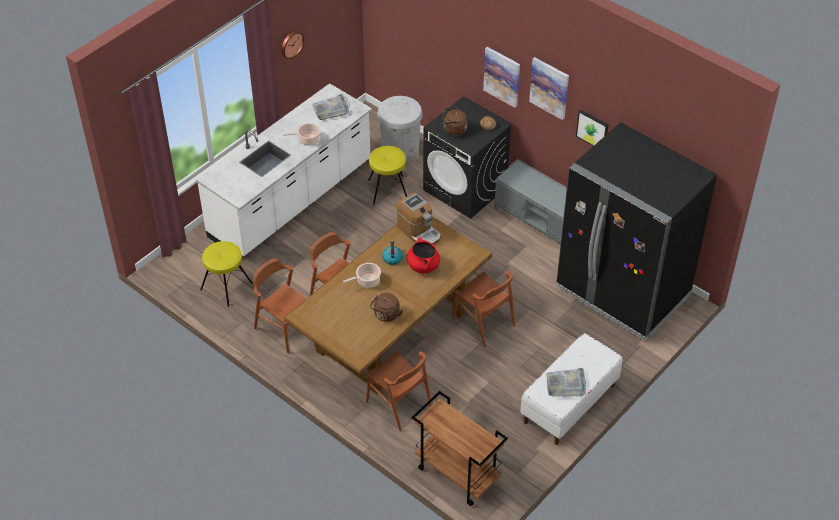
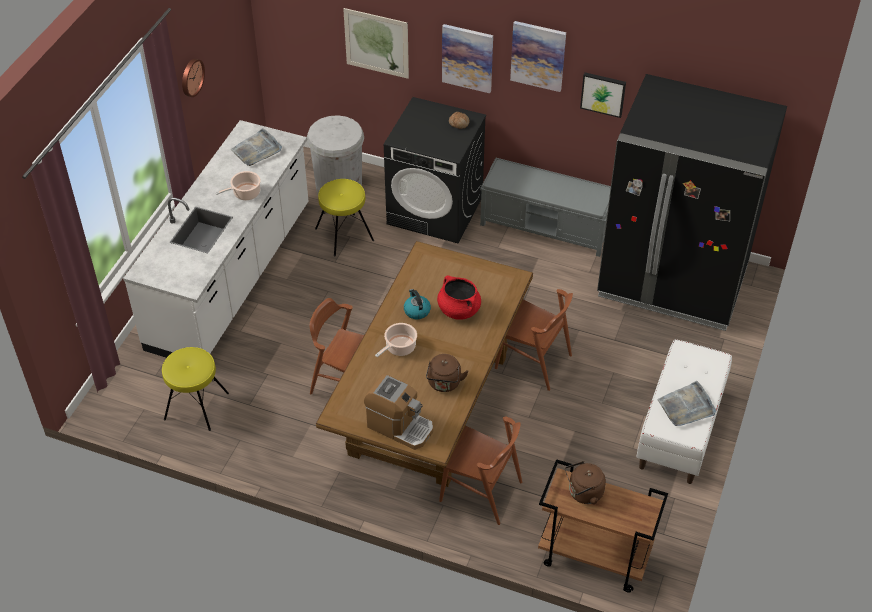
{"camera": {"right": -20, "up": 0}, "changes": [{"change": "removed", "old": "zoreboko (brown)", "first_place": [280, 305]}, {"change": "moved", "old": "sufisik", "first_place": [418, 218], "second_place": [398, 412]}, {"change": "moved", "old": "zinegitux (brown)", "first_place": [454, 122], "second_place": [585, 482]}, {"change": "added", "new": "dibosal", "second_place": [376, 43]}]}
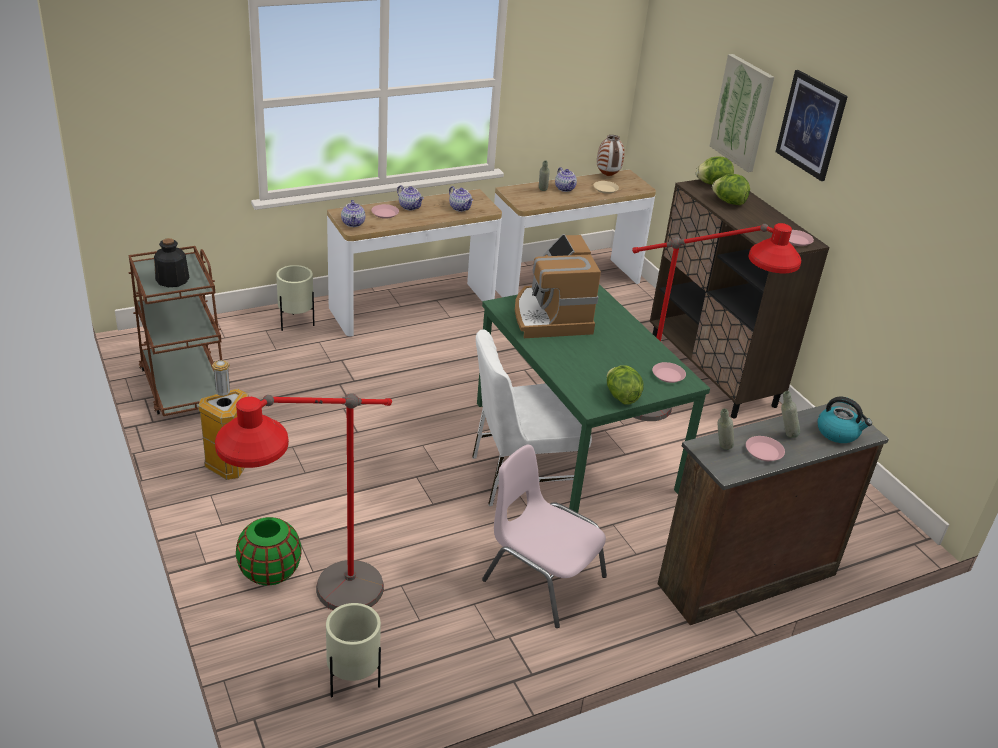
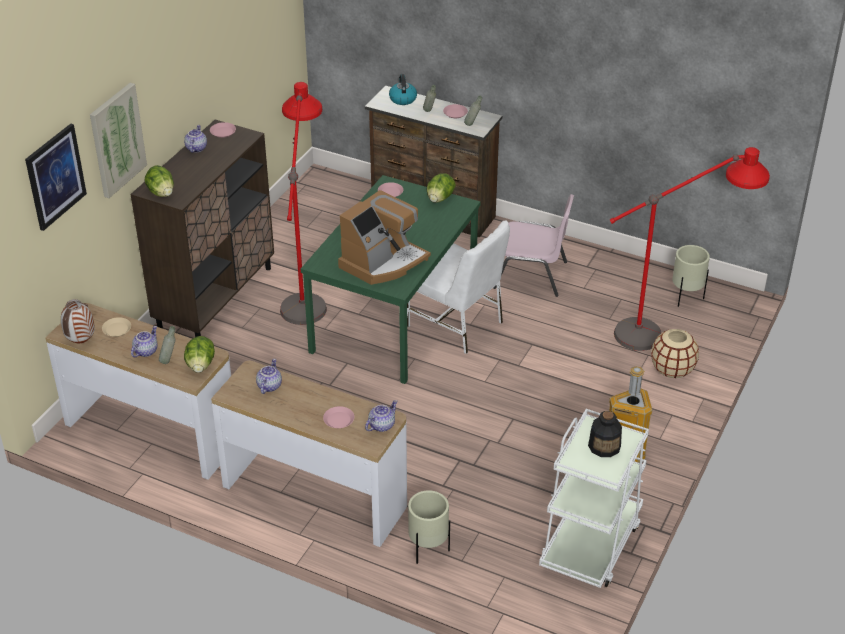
{"camera": {"right": -125, "up": 5}, "changes": [{"change": "recoloured", "old": "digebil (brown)", "new": "digebil (white)", "first_place": [175, 331], "second_place": [594, 498]}, {"change": "recoloured", "old": "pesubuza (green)", "new": "pesubuza (beige)", "first_place": [269, 551], "second_place": [675, 353]}, {"change": "moved", "old": "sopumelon", "first_place": [410, 198], "second_place": [195, 139]}, {"change": "turned", "old": "zoreboko (pink)", "first_place": [544, 536], "second_place": [533, 245], "degrees": -75}, {"change": "moved", "old": "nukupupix", "first_place": [731, 189], "second_place": [199, 354]}, {"change": "moved", "old": "dibosal", "first_place": [811, 125], "second_place": [56, 177]}]}
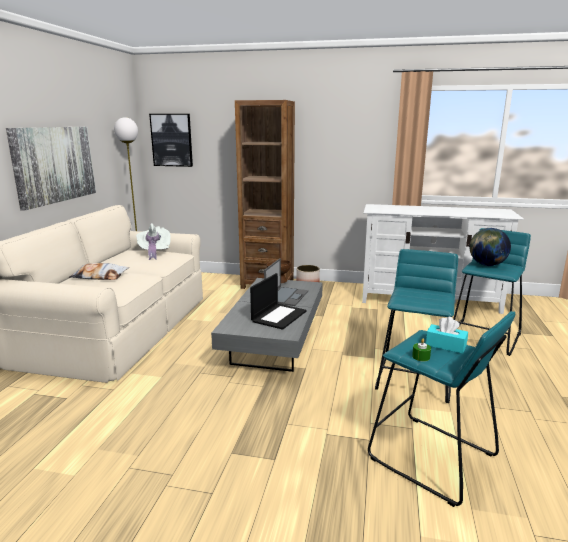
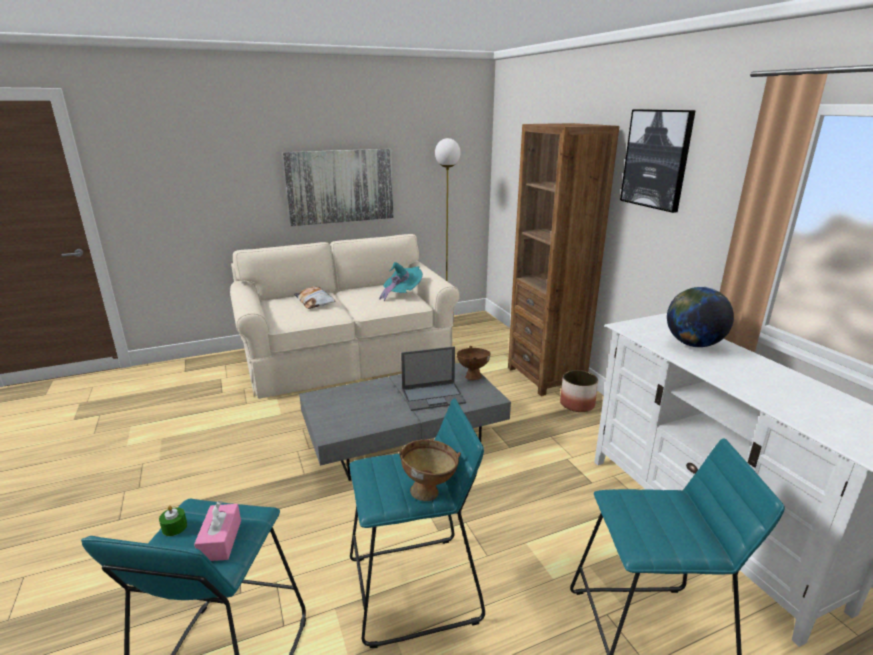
{"camera": {"right": 55, "up": 5}, "changes": [{"change": "recoloured", "old": "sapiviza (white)", "new": "sapiviza (turquoise)", "first_place": [153, 241], "second_place": [401, 282]}, {"change": "moved", "old": "dibosal", "first_place": [171, 140], "second_place": [658, 161]}, {"change": "removed", "old": "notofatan", "first_place": [278, 301]}, {"change": "recoloured", "old": "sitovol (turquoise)", "new": "sitovol (pink)", "first_place": [447, 335], "second_place": [217, 531]}, {"change": "moved", "old": "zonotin", "first_place": [490, 247], "second_place": [700, 317]}, {"change": "added", "new": "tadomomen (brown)", "second_place": [430, 470]}]}
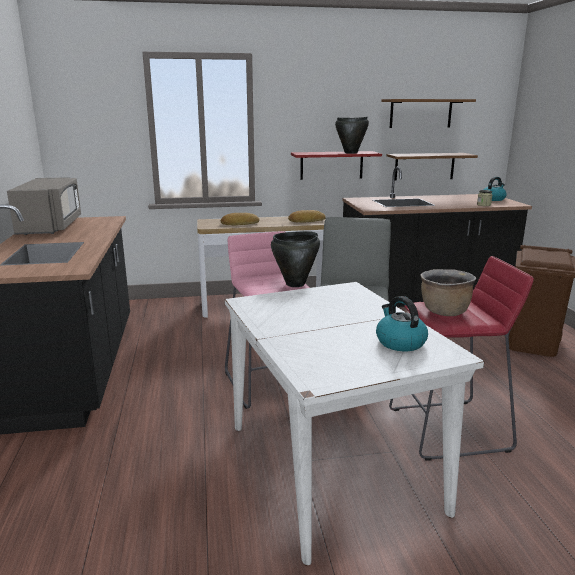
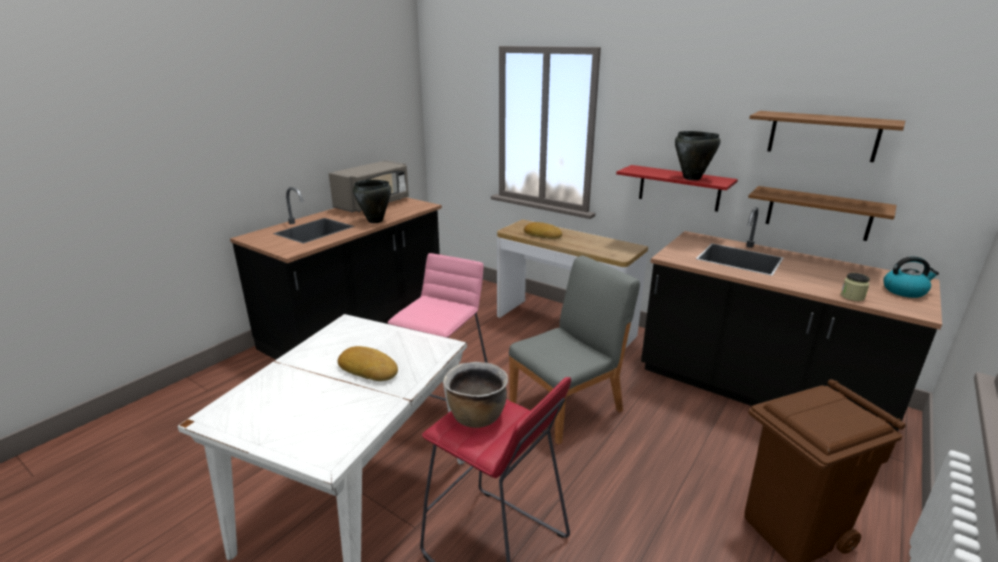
{"camera": {"right": 45, "up": 5}, "changes": [{"change": "moved", "old": "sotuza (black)", "first_place": [295, 259], "second_place": [372, 201]}, {"change": "moved", "old": "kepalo", "first_place": [307, 216], "second_place": [368, 363]}, {"change": "removed", "old": "zinegitux", "first_place": [402, 323]}]}
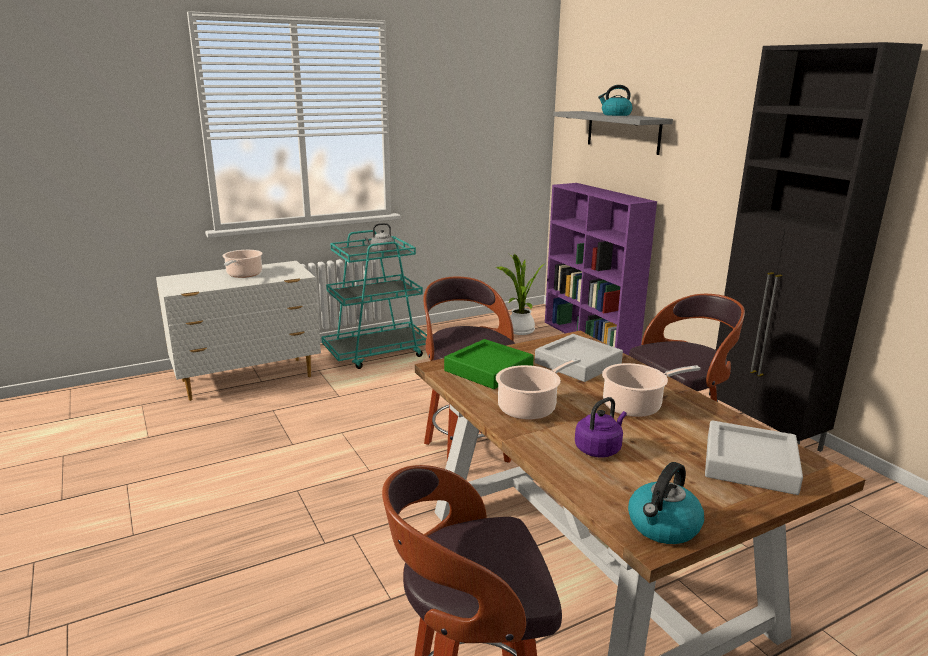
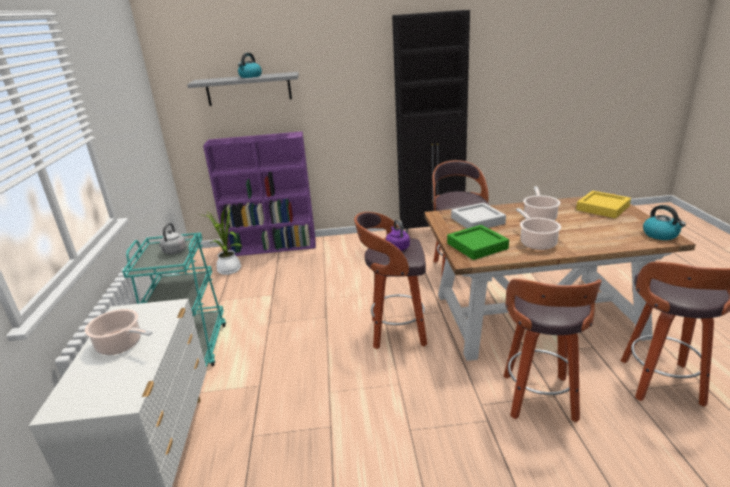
{"camera": {"right": -65, "up": 5}, "changes": [{"change": "moved", "old": "zinegitux (purple)", "first_place": [601, 427], "second_place": [398, 235]}, {"change": "recoloured", "old": "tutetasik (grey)", "new": "tutetasik (yellow)", "first_place": [754, 457], "second_place": [603, 204]}, {"change": "added", "new": "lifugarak", "second_place": [552, 350]}]}
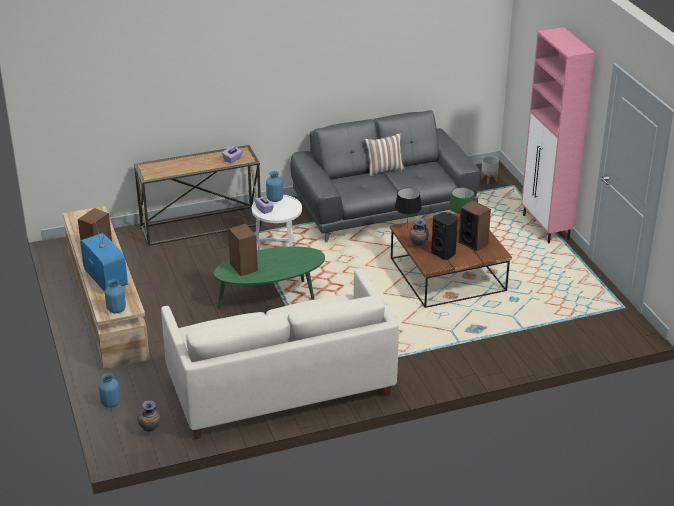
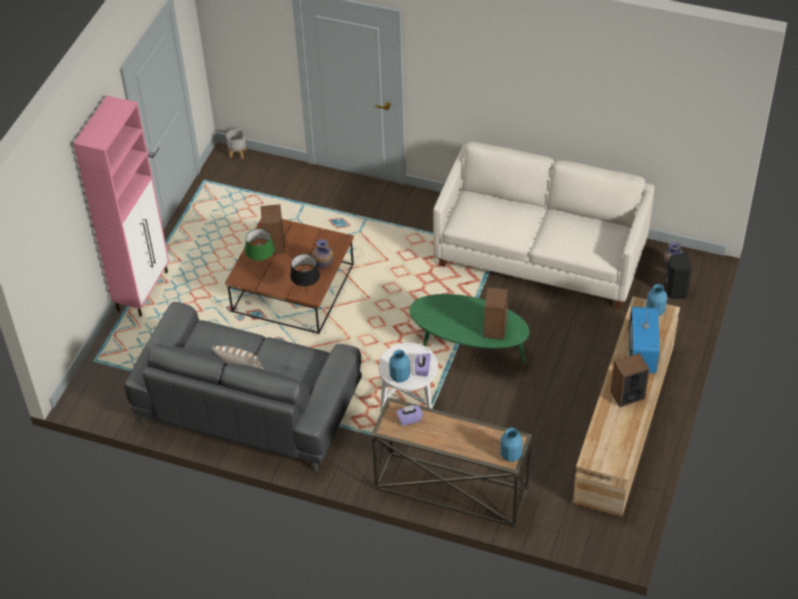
{"camera": {"right": -140, "up": 15}, "changes": [{"change": "moved", "old": "pesubuza (blue)", "first_place": [109, 390], "second_place": [511, 445]}, {"change": "moved", "old": "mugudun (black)", "first_place": [444, 236], "second_place": [678, 276]}, {"change": "moved", "old": "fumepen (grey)", "first_place": [490, 170], "second_place": [236, 144]}]}
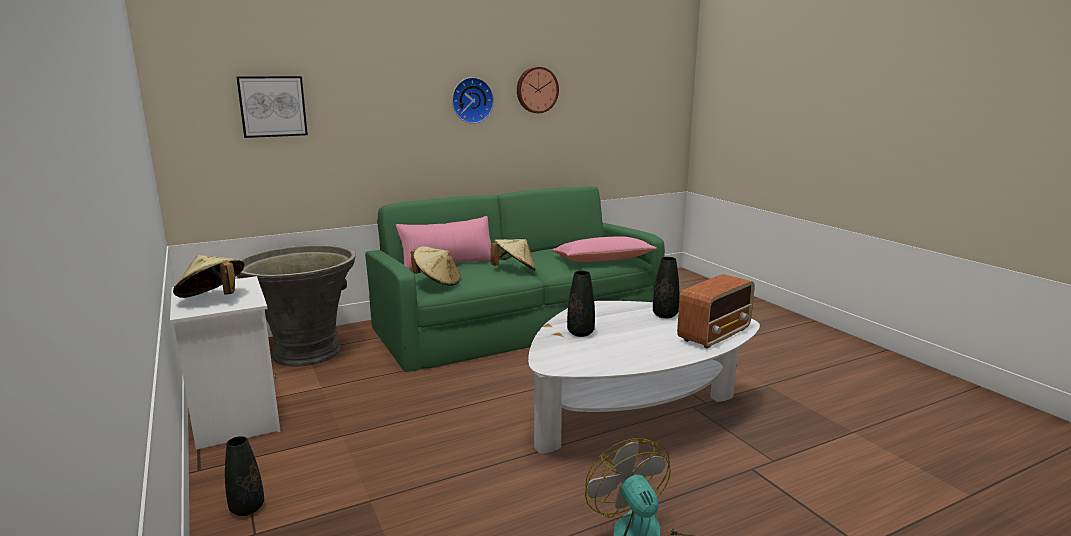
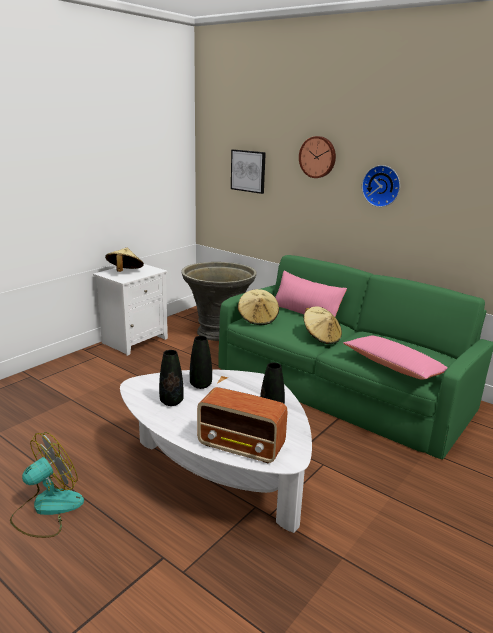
{"camera": {"right": 65, "up": 5}, "changes": [{"change": "moved", "old": "pesubuza (black)", "first_place": [244, 476], "second_place": [171, 378]}, {"change": "moved", "old": "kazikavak", "first_place": [538, 90], "second_place": [317, 157]}]}
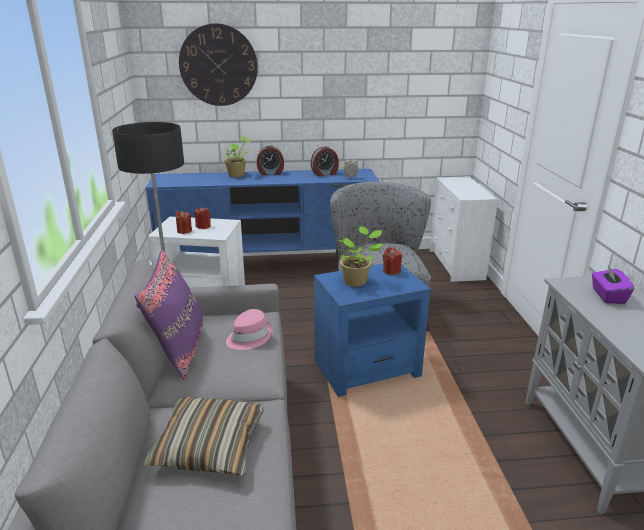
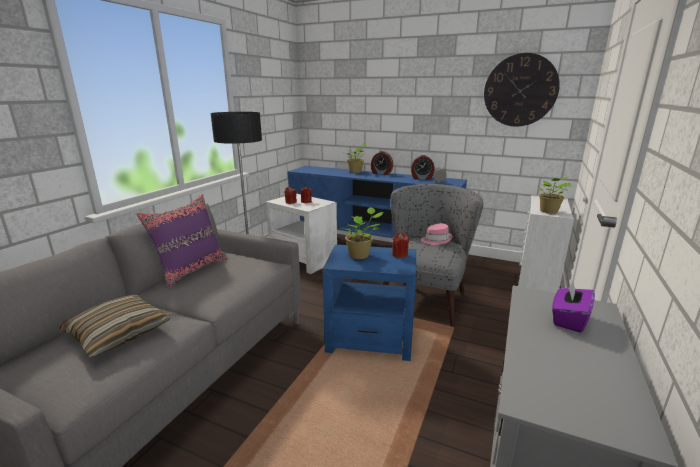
{"camera": {"right": 30, "up": -5}, "changes": [{"change": "moved", "old": "kazikavak", "first_place": [218, 64], "second_place": [522, 90]}, {"change": "moved", "old": "sapiviza (pink)", "first_place": [249, 329], "second_place": [436, 234]}, {"change": "added", "new": "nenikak", "second_place": [554, 195]}]}
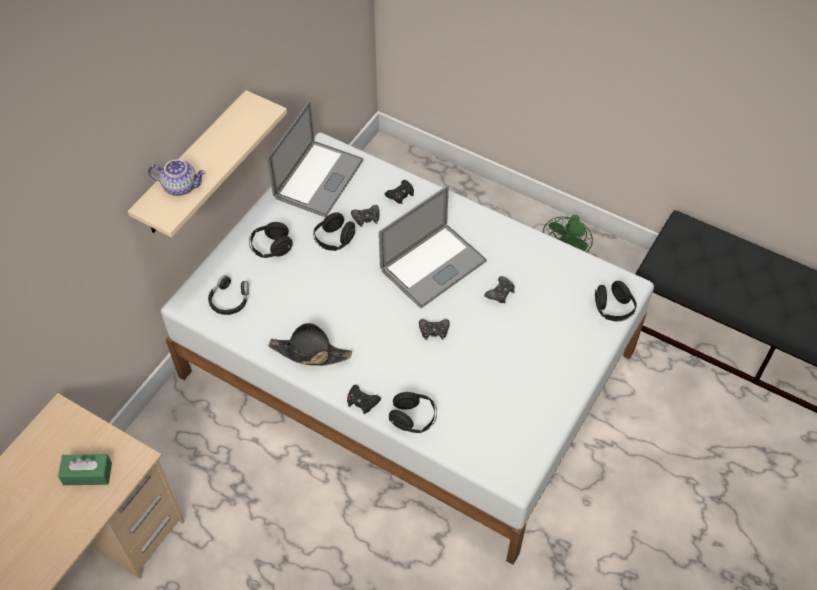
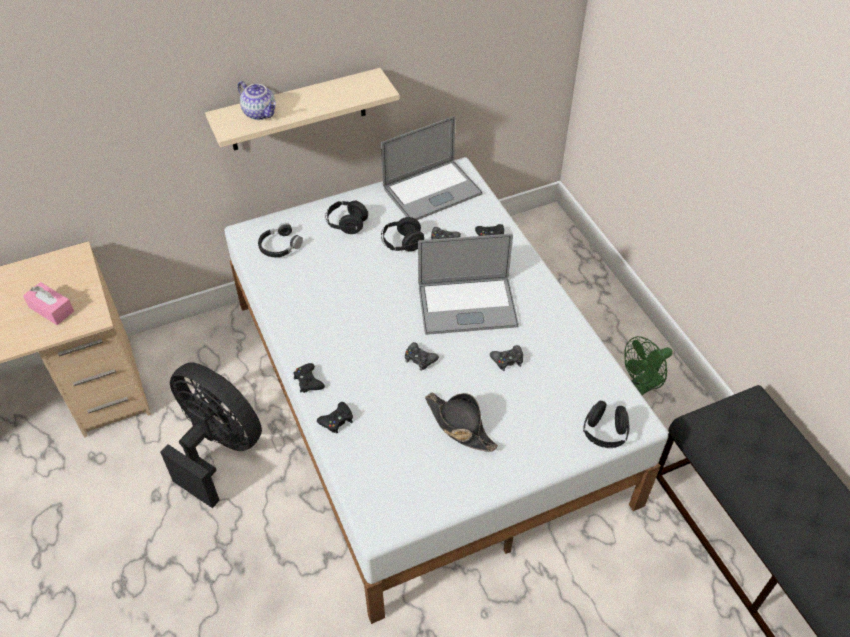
{"camera": {"right": 35, "up": -5}, "changes": [{"change": "recoloured", "old": "sitovol (green)", "new": "sitovol (pink)", "first_place": [85, 469], "second_place": [48, 303]}, {"change": "moved", "old": "sapiviza (black)", "first_place": [310, 344], "second_place": [461, 422]}, {"change": "replaced", "old": "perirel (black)", "new": "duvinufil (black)", "first_place": [413, 412], "second_place": [335, 418]}, {"change": "added", "new": "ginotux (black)", "second_place": [211, 435]}]}
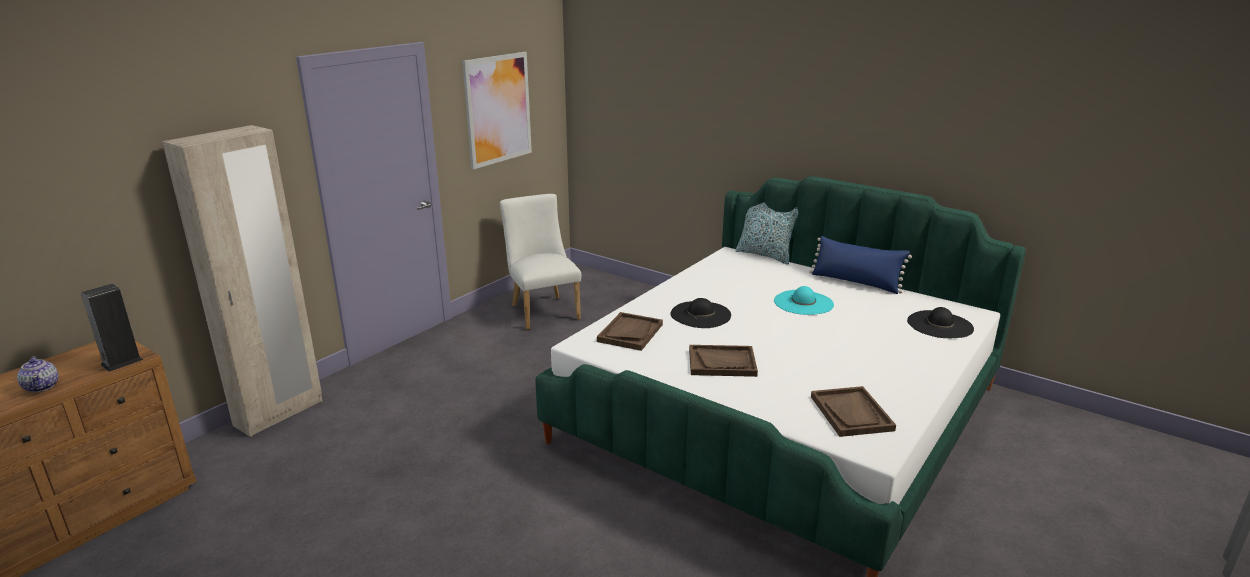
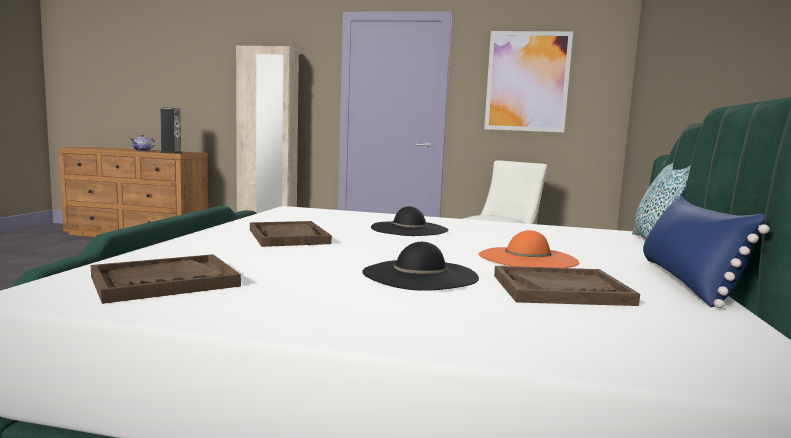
{"camera": {"right": 65, "up": -15}, "changes": [{"change": "moved", "old": "tutetasik (brown)", "first_place": [630, 331], "second_place": [567, 286]}, {"change": "recoloured", "old": "sapiviza (turquoise)", "new": "sapiviza (orange)", "first_place": [804, 300], "second_place": [529, 249]}, {"change": "moved", "old": "sapiviza (black)", "first_place": [940, 322], "second_place": [420, 266]}]}
